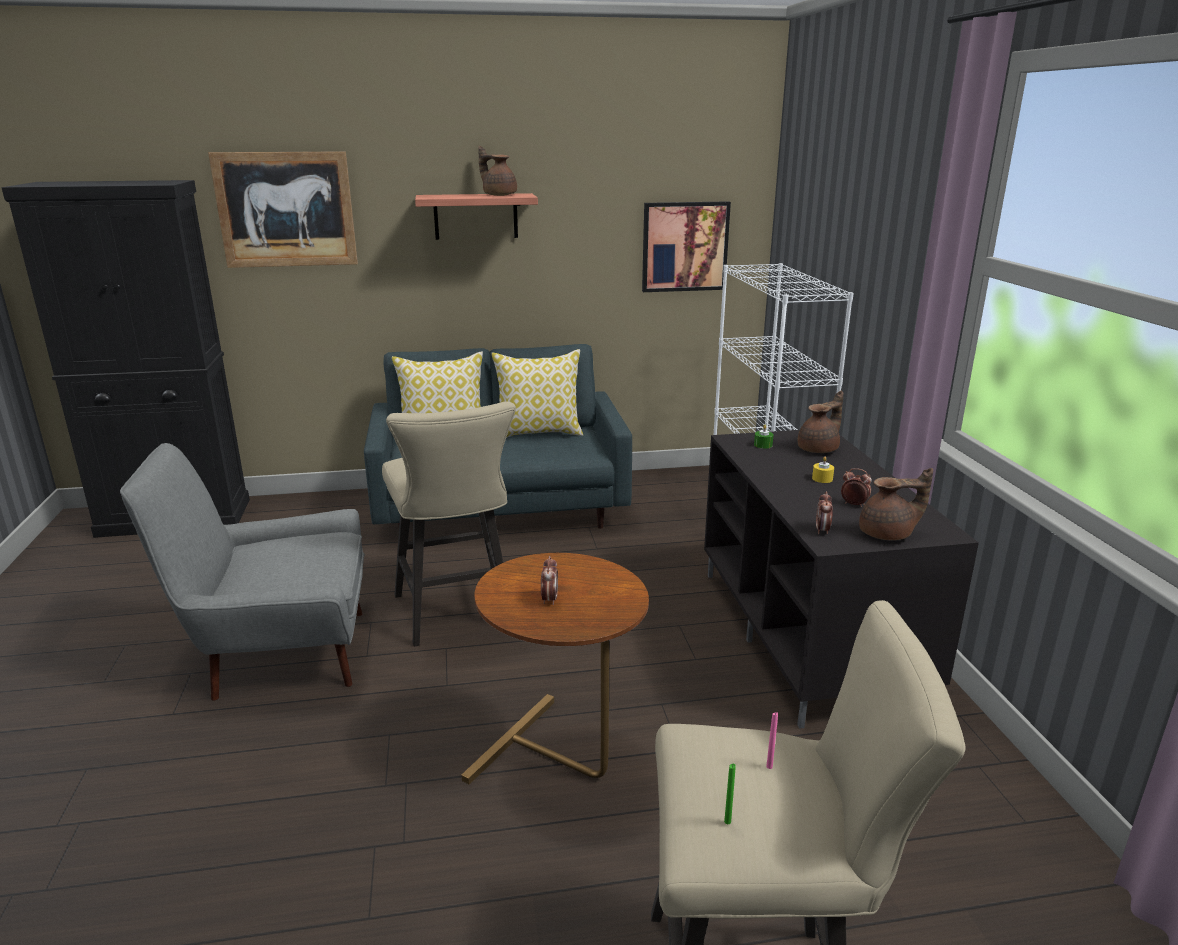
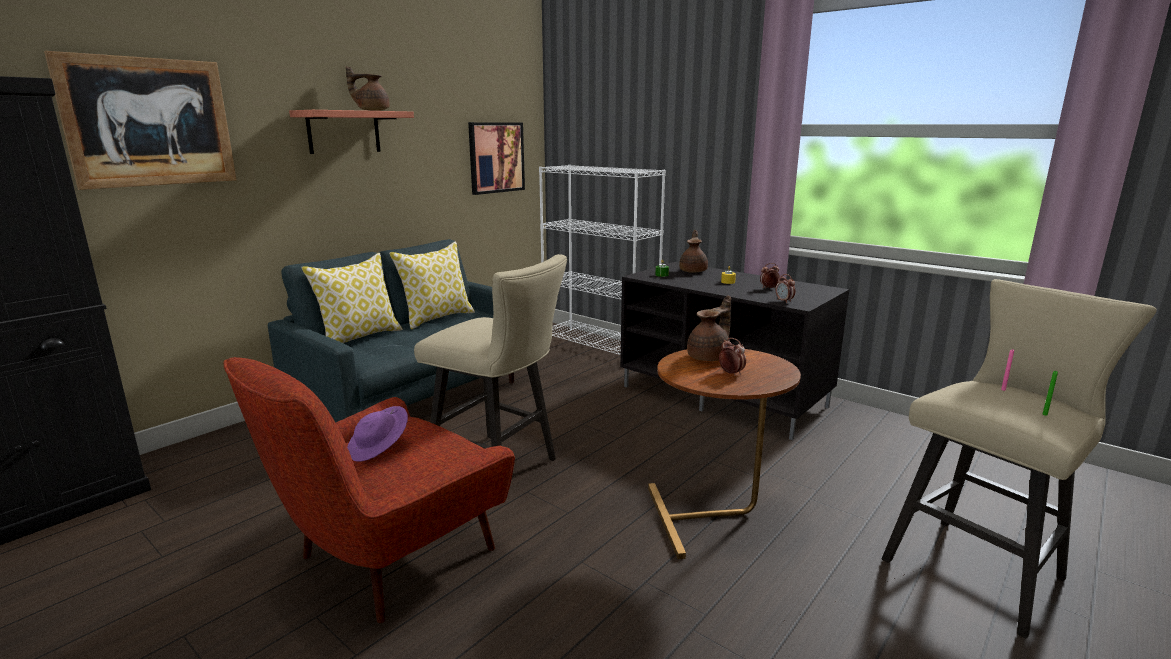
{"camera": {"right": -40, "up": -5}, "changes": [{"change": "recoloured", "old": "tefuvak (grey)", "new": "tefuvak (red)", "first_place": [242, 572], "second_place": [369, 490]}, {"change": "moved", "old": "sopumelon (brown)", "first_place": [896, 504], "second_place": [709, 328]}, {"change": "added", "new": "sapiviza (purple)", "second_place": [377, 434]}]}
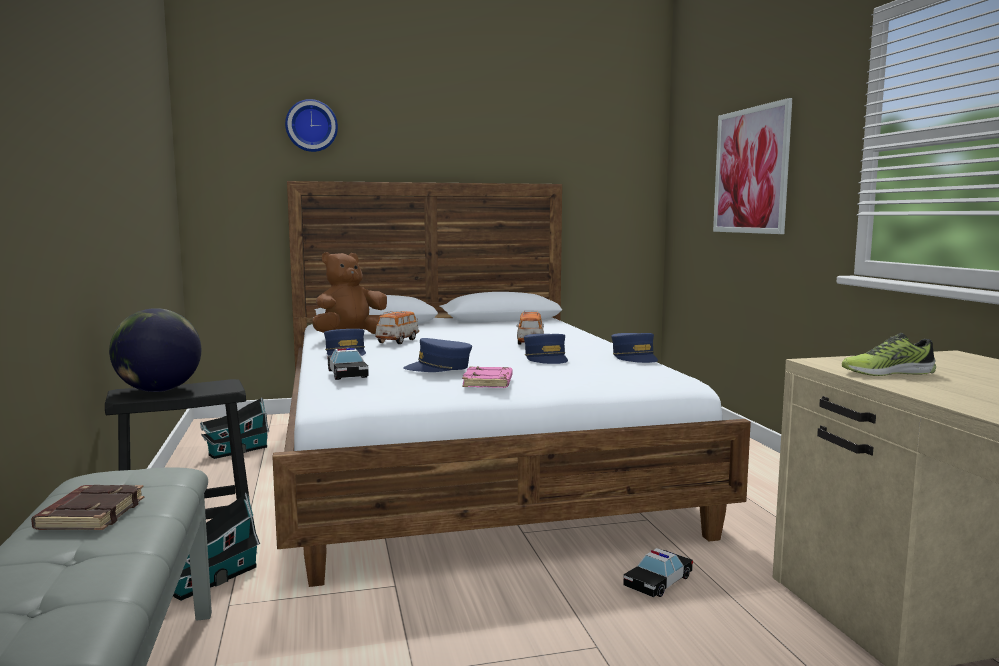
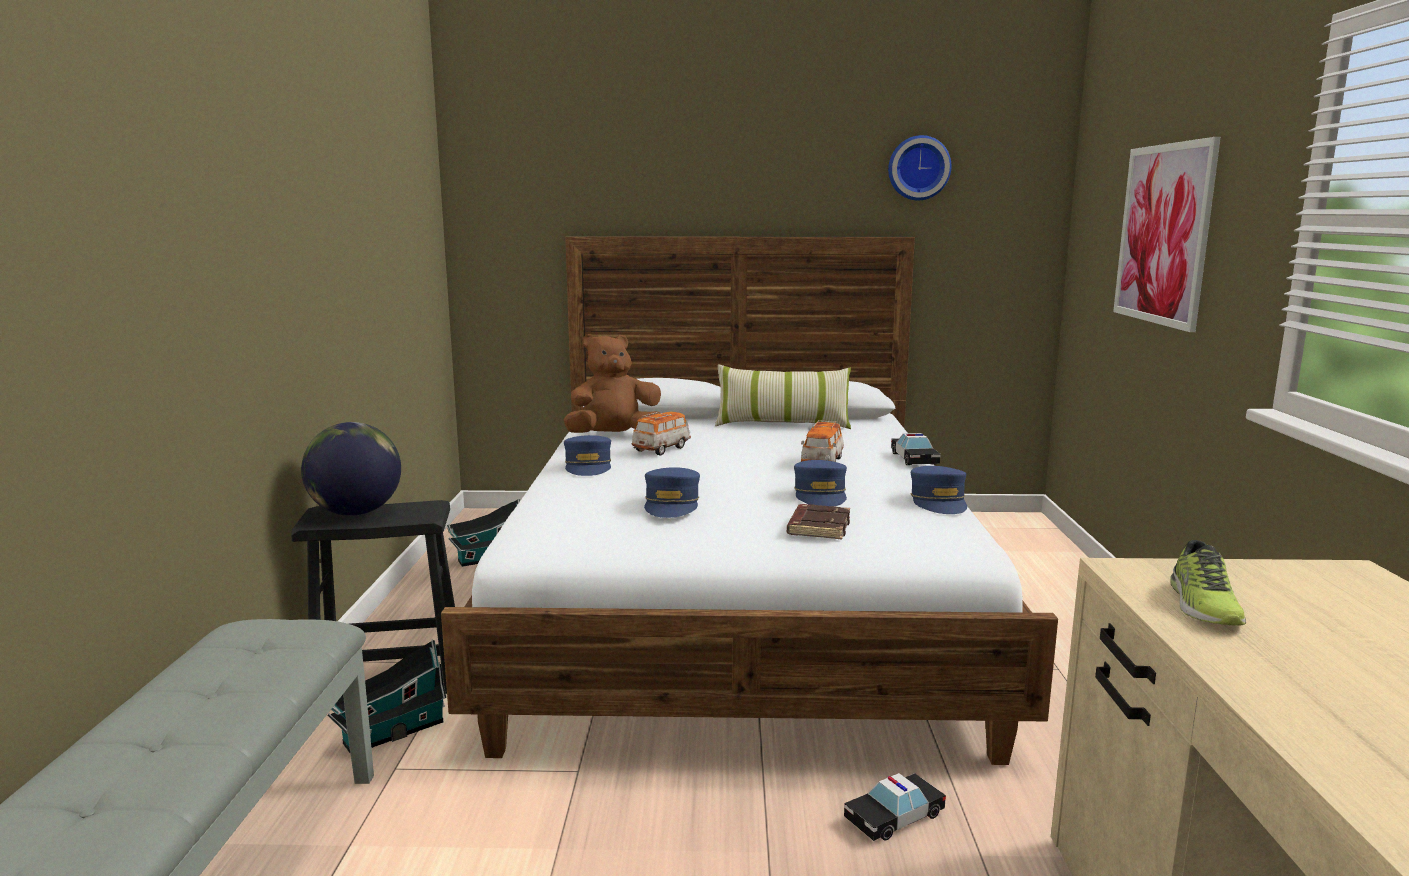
{"camera": {"right": 15, "up": 5}, "changes": [{"change": "moved", "old": "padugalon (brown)", "first_place": [87, 507], "second_place": [818, 522]}, {"change": "moved", "old": "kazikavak", "first_place": [311, 125], "second_place": [919, 167]}, {"change": "moved", "old": "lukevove", "first_place": [348, 364], "second_place": [916, 449]}, {"change": "turned", "old": "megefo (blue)", "first_place": [437, 355], "second_place": [672, 492], "degrees": -90}, {"change": "removed", "old": "padugalon (pink)", "first_place": [487, 377]}, {"change": "turned", "old": "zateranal", "first_place": [889, 354], "second_place": [1208, 583], "degrees": -90}, {"change": "added", "new": "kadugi", "second_place": [783, 396]}]}
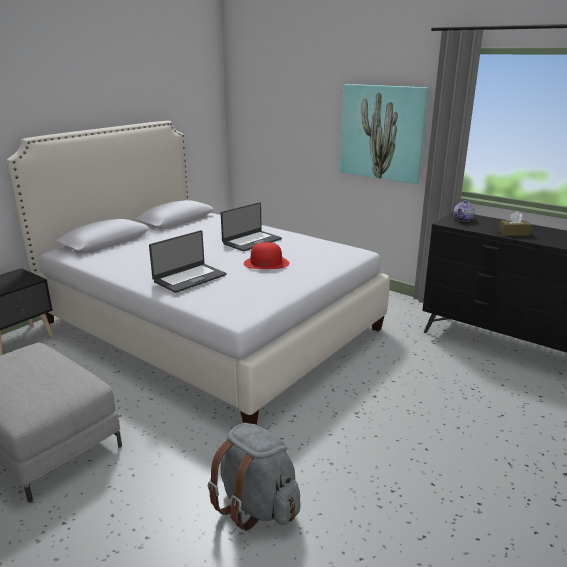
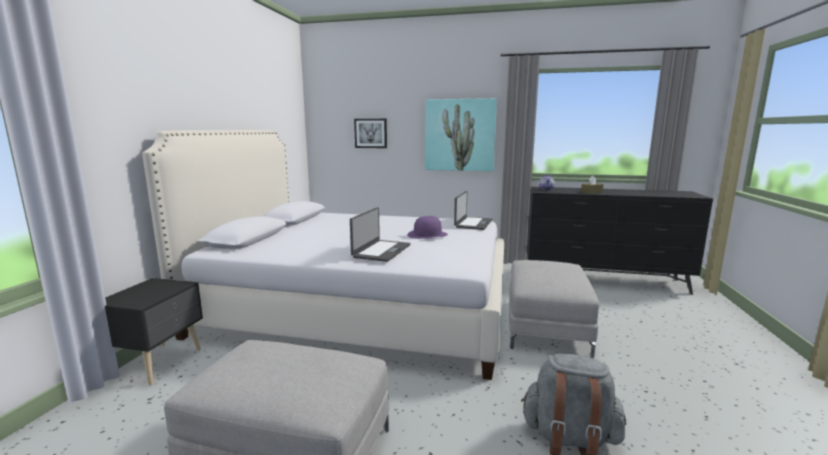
{"camera": {"right": -25, "up": -10}, "changes": [{"change": "moved", "old": "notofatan", "first_place": [251, 226], "second_place": [473, 210]}, {"change": "recoloured", "old": "sapiviza (red)", "new": "sapiviza (purple)", "first_place": [266, 255], "second_place": [427, 227]}, {"change": "added", "new": "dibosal", "second_place": [370, 133]}, {"change": "added", "new": "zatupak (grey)", "second_place": [554, 309]}]}
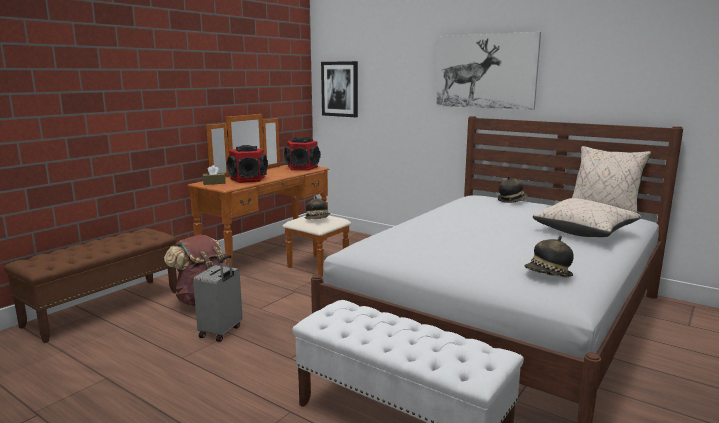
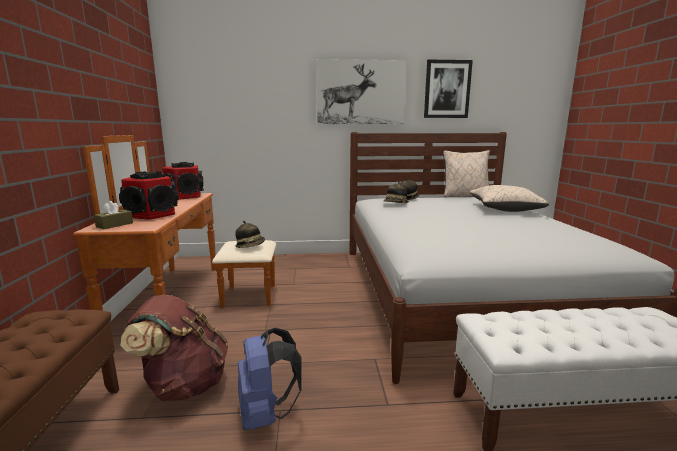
{"camera": {"right": -40, "up": 0}, "changes": [{"change": "replaced", "old": "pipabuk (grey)", "new": "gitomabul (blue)", "first_place": [218, 298], "second_place": [270, 378]}, {"change": "moved", "old": "dibosal", "first_place": [339, 89], "second_place": [448, 89]}, {"change": "moved", "old": "sapiviza", "first_place": [549, 257], "second_place": [396, 192]}]}
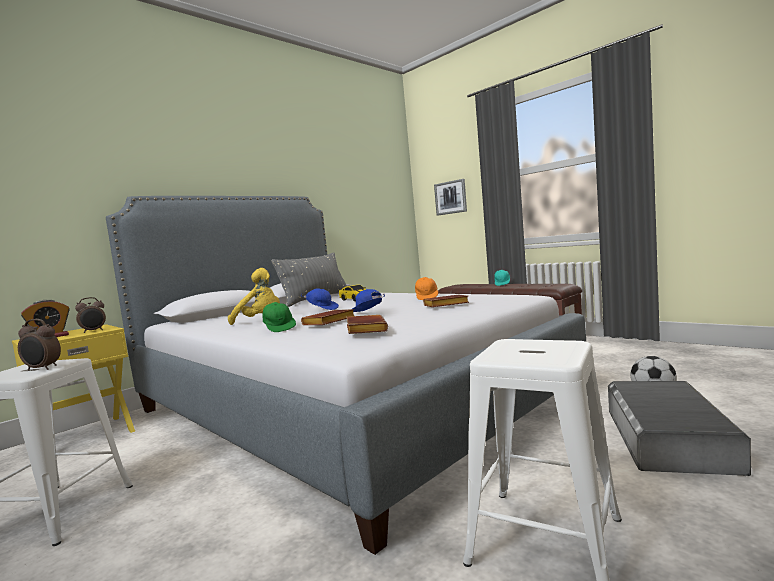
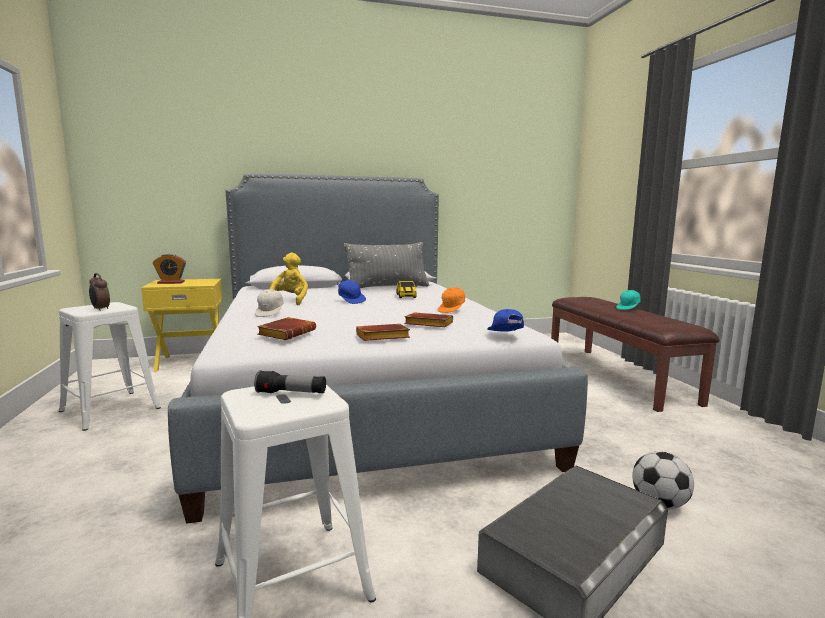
{"camera": {"right": 30, "up": 5}, "changes": [{"change": "removed", "old": "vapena", "first_place": [90, 315]}, {"change": "turned", "old": "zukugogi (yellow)", "first_place": [254, 296], "second_place": [289, 279], "degrees": -135}, {"change": "recoloured", "old": "megefo (green)", "new": "megefo (white)", "first_place": [279, 317], "second_place": [269, 303]}, {"change": "moved", "old": "padugalon (brown)", "first_place": [327, 317], "second_place": [383, 332]}, {"change": "moved", "old": "megefo (blue)", "first_place": [368, 300], "second_place": [505, 320]}, {"change": "removed", "old": "dibosal", "first_place": [450, 197]}, {"change": "added", "new": "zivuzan", "second_place": [290, 382]}]}
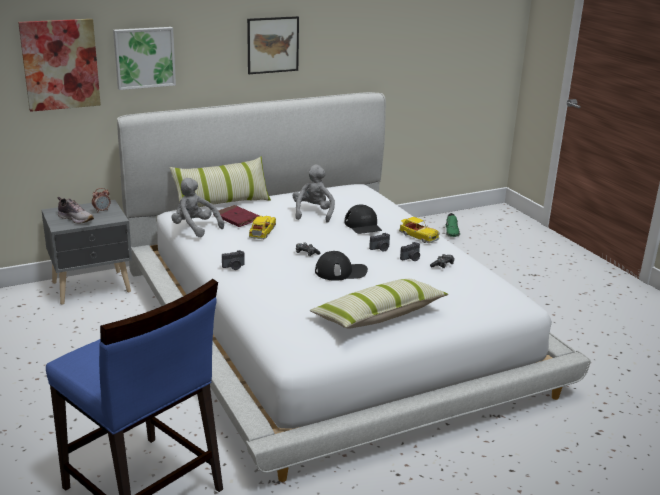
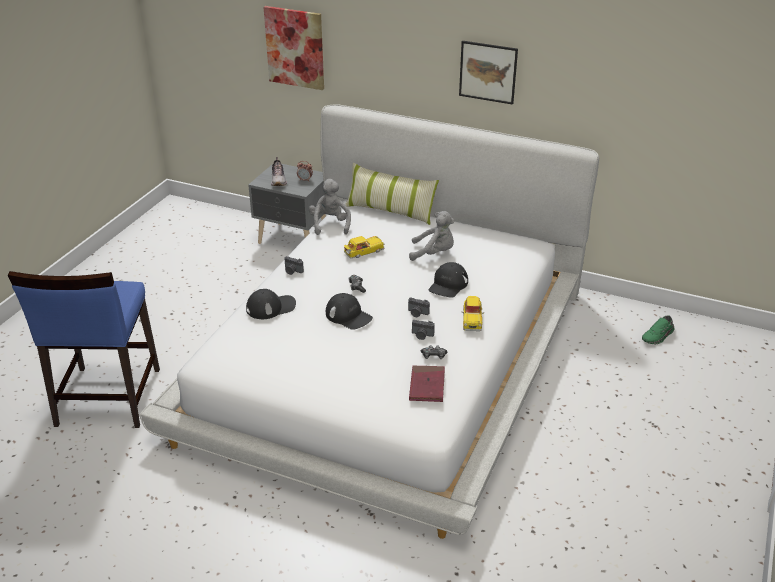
{"camera": {"right": 50, "up": 10}, "changes": [{"change": "removed", "old": "dibosal", "first_place": [144, 58]}, {"change": "moved", "old": "padugalon (red)", "first_place": [236, 216], "second_place": [427, 383]}, {"change": "turned", "old": "zukugogi (grey)", "first_place": [314, 193], "second_place": [432, 236], "degrees": 45}, {"change": "removed", "old": "kadugi", "first_place": [379, 304]}, {"change": "added", "new": "megefo (black)", "second_place": [271, 304]}]}
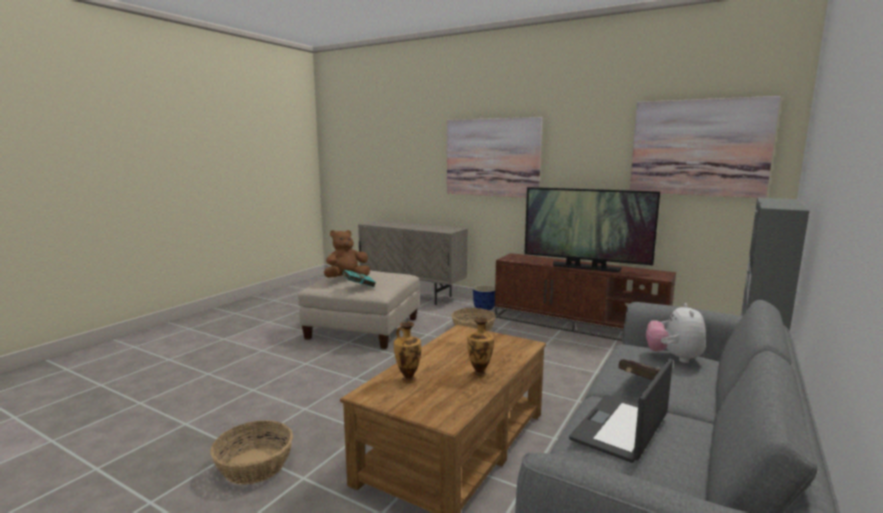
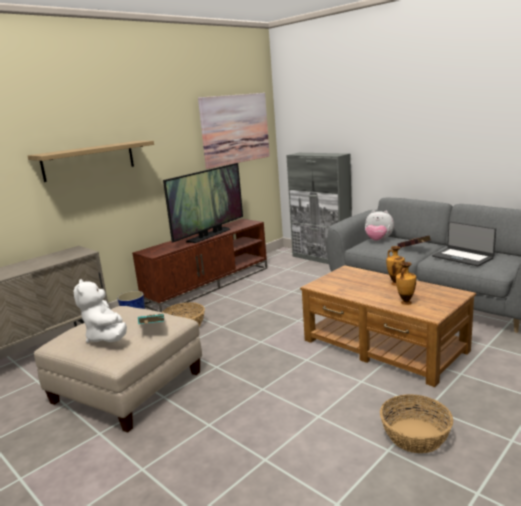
{"camera": {"right": -75, "up": 5}, "changes": [{"change": "recoloured", "old": "zukugogi (brown)", "new": "zukugogi (white)", "first_place": [347, 254], "second_place": [100, 311]}, {"change": "replaced", "old": "dibosal", "new": "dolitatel", "first_place": [494, 157], "second_place": [91, 161]}]}
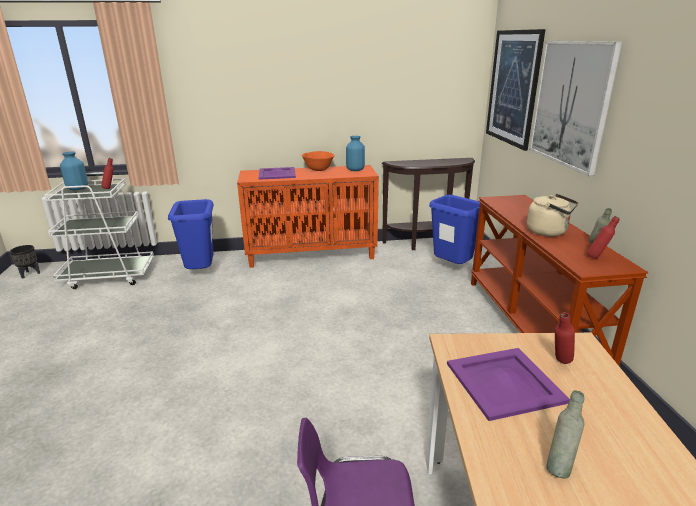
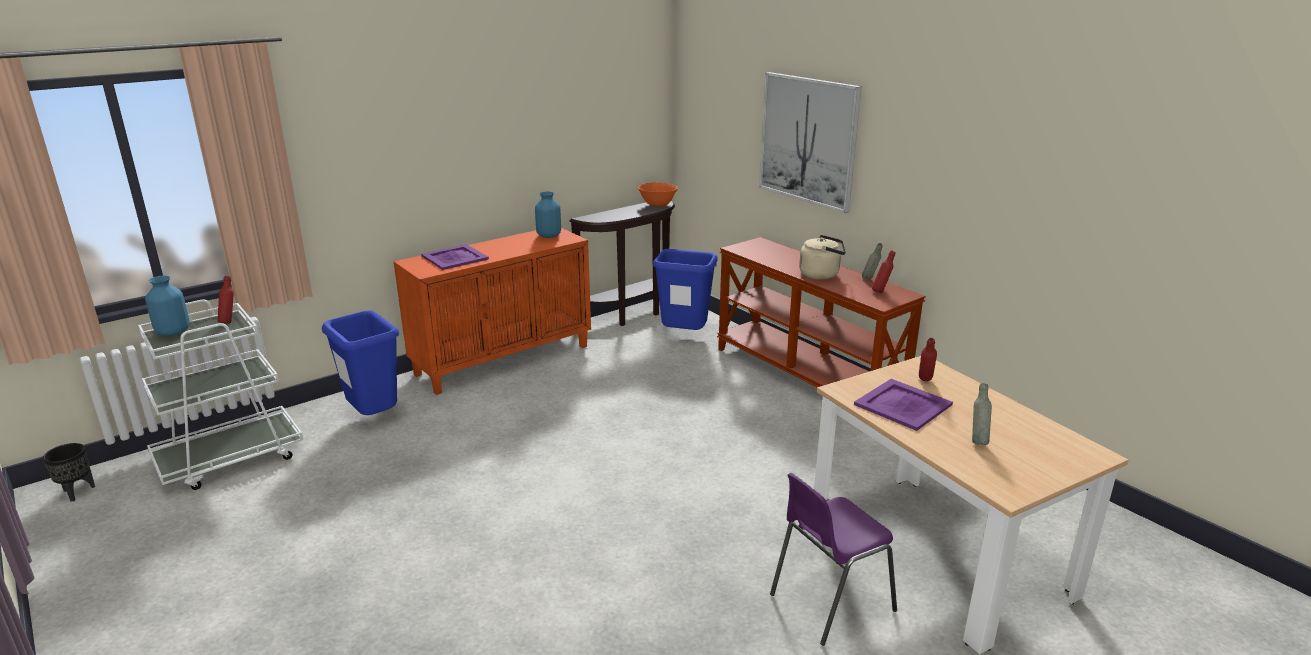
{"camera": {"right": -30, "up": 0}, "changes": [{"change": "moved", "old": "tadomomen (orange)", "first_place": [318, 161], "second_place": [658, 194]}, {"change": "removed", "old": "dibosal", "first_place": [516, 90]}]}
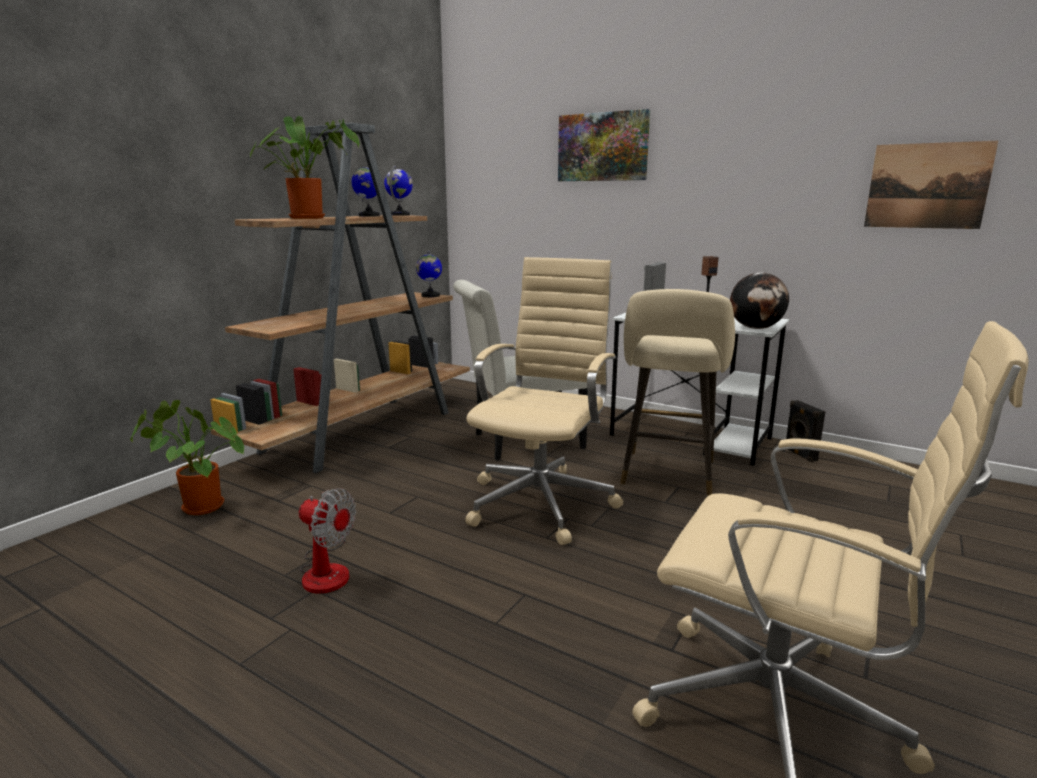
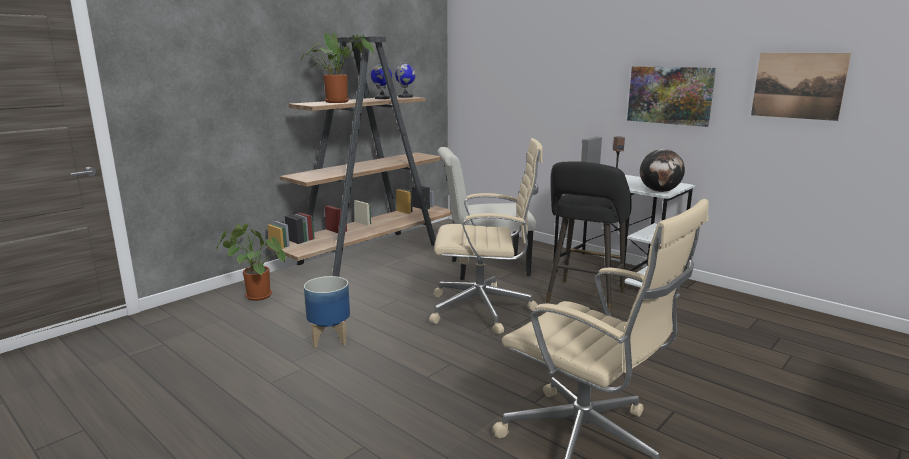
{"camera": {"right": 10, "up": 0}, "changes": [{"change": "replaced", "old": "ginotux", "new": "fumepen", "first_place": [327, 541], "second_place": [327, 312]}, {"change": "removed", "old": "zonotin", "first_place": [429, 274]}, {"change": "turned", "old": "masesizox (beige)", "first_place": [544, 401], "second_place": [486, 236], "degrees": 60}, {"change": "moved", "old": "dibosal", "first_place": [604, 145], "second_place": [671, 96]}, {"change": "recoloured", "old": "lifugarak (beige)", "new": "lifugarak (black)", "first_place": [677, 392], "second_place": [589, 237]}, {"change": "removed", "old": "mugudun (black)", "first_place": [805, 431]}]}
